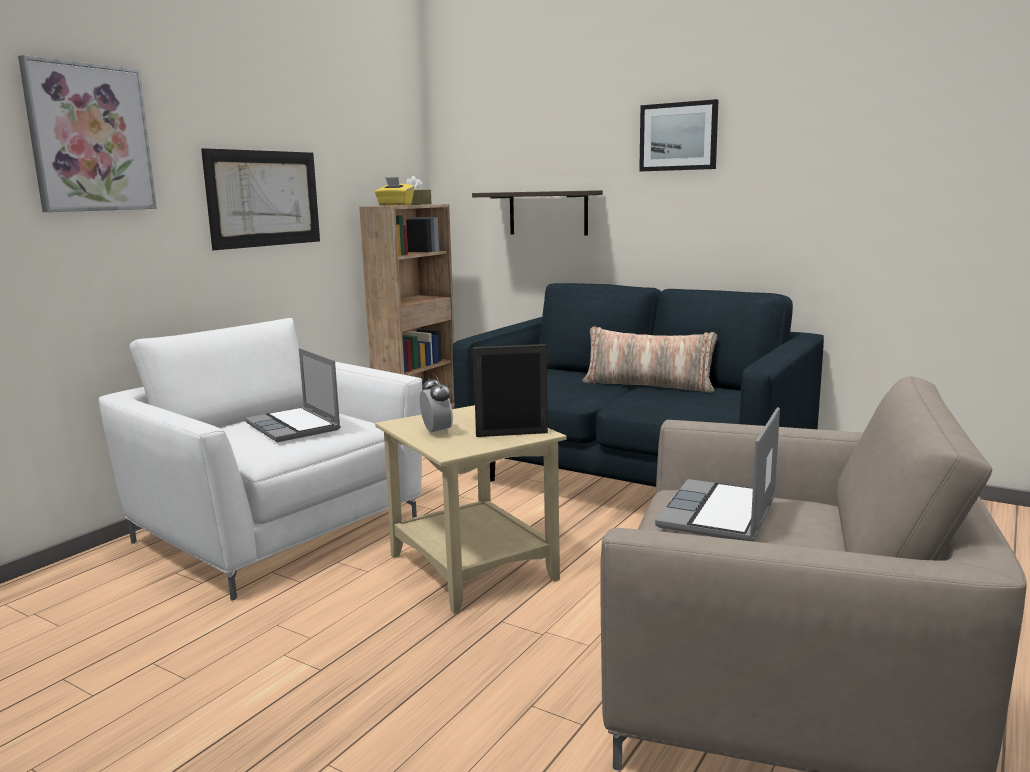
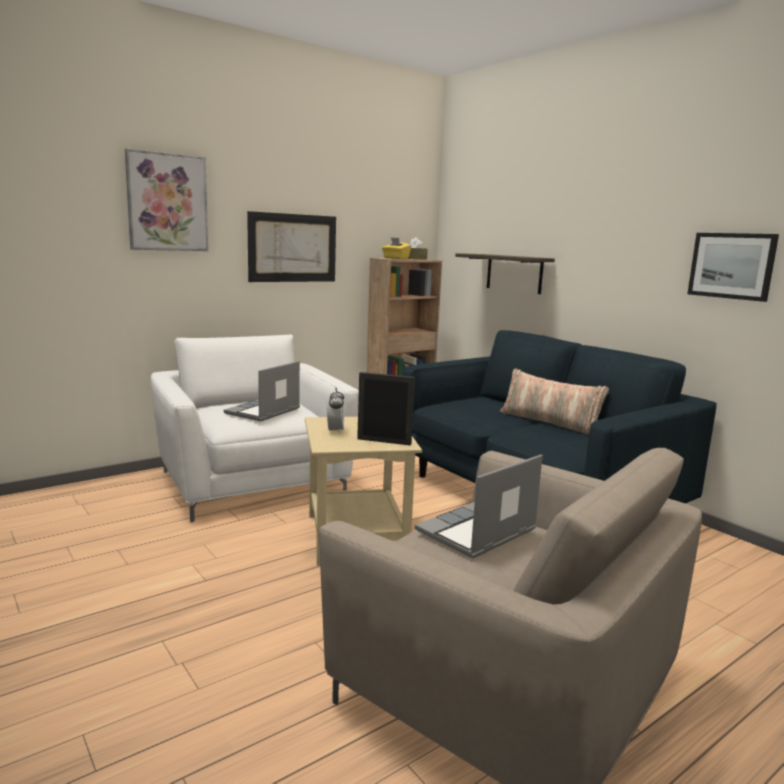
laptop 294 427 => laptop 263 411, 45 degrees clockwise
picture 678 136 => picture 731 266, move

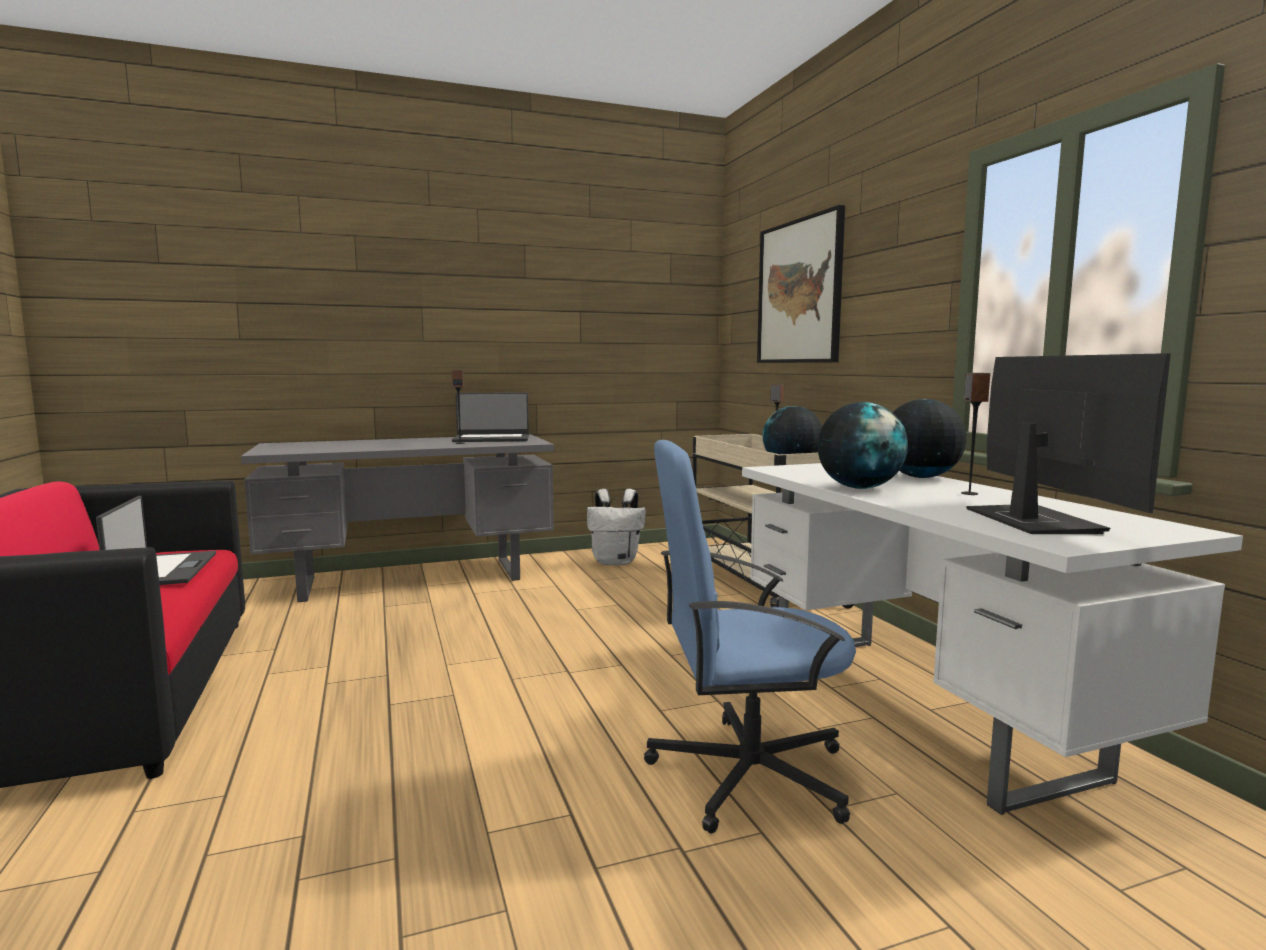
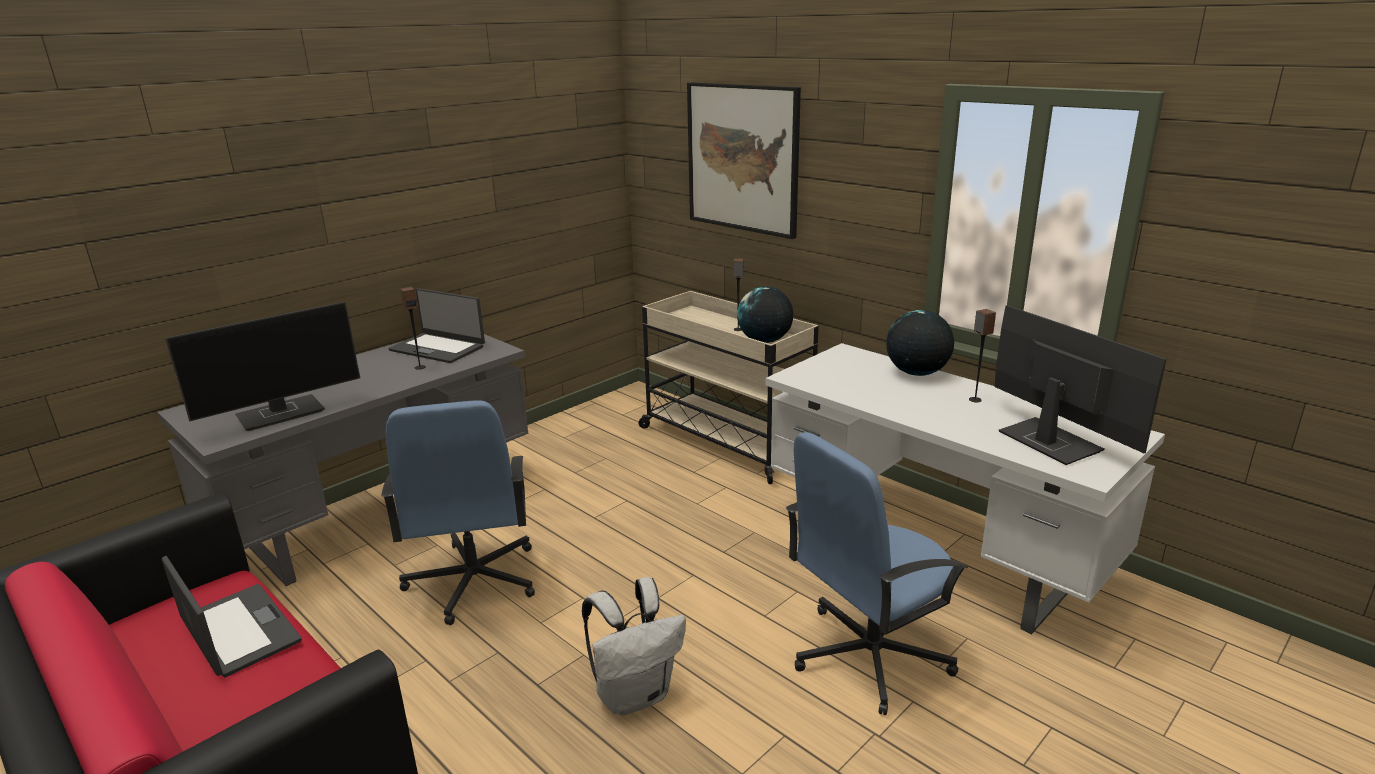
nothing => monitor 282 413
nothing => blue office chair 473 581
laptop 491 439 => laptop 438 348, 60 degrees clockwise
white backpack 616 562 => white backpack 635 694, move
globe 859 488 => nothing

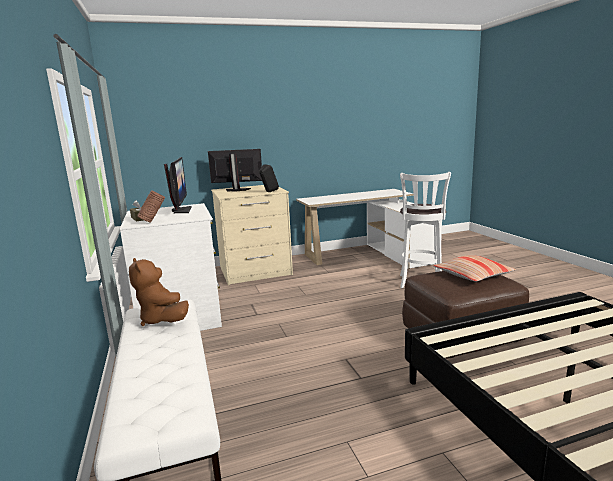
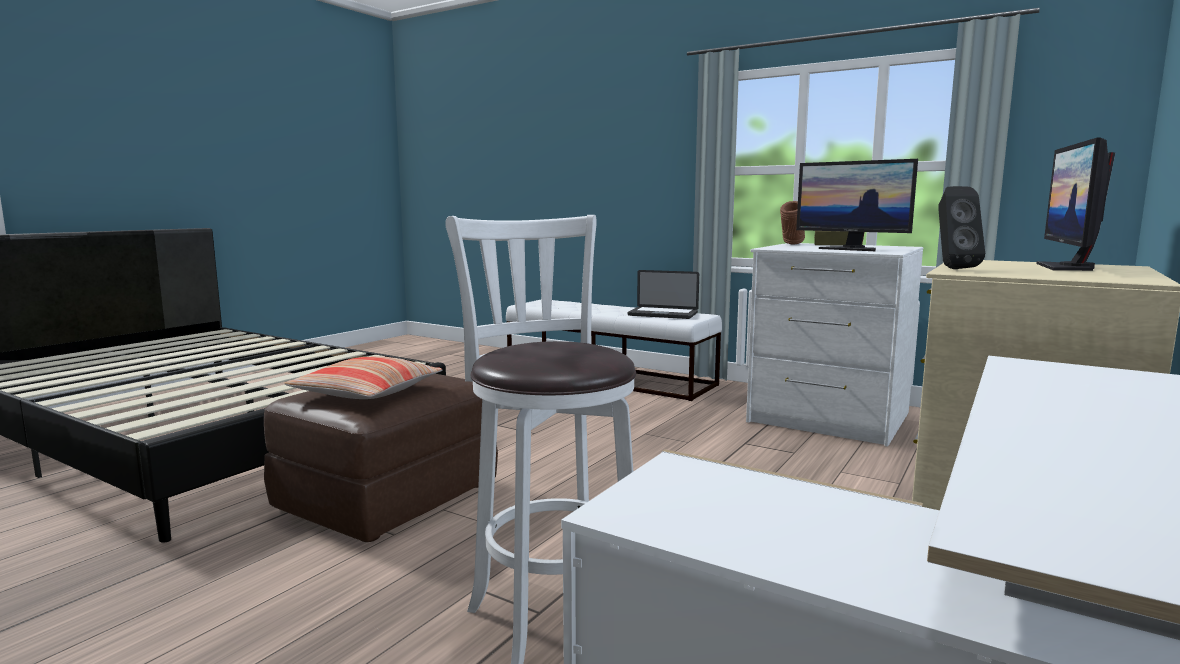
brown plush toy 162 319 => laptop 663 314
monitor 237 190 => monitor 1067 267, 150 degrees clockwise

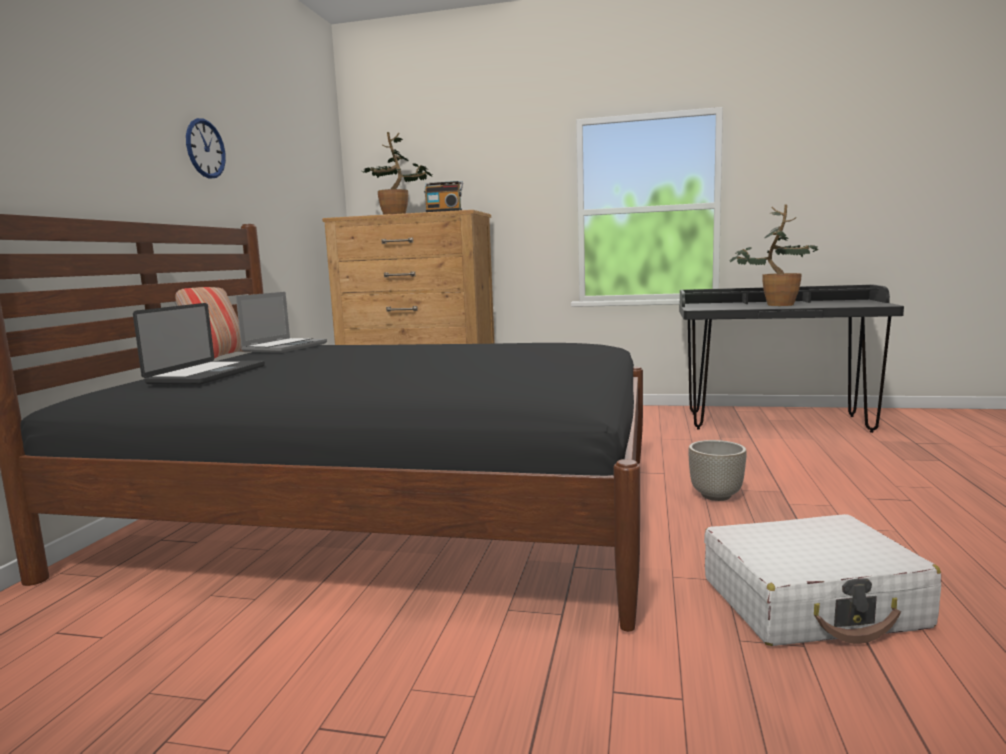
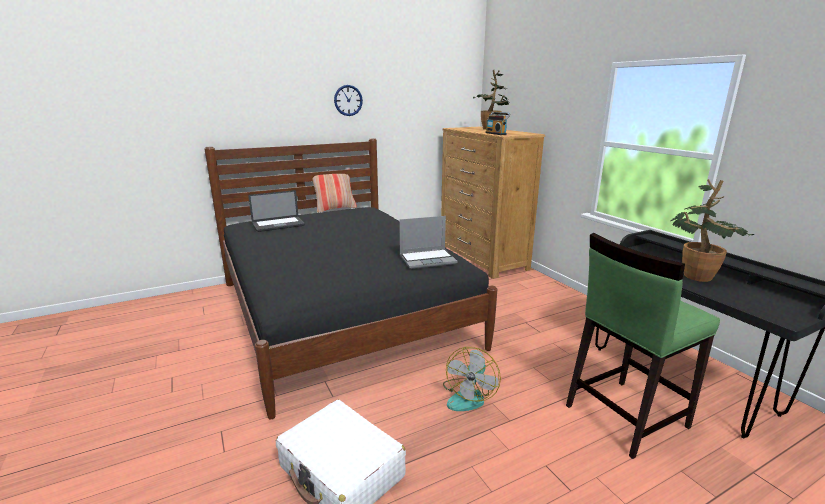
laptop 285 347 => laptop 428 259, move
grey planter 716 496 => fan 469 396
nothing => green stool 624 416

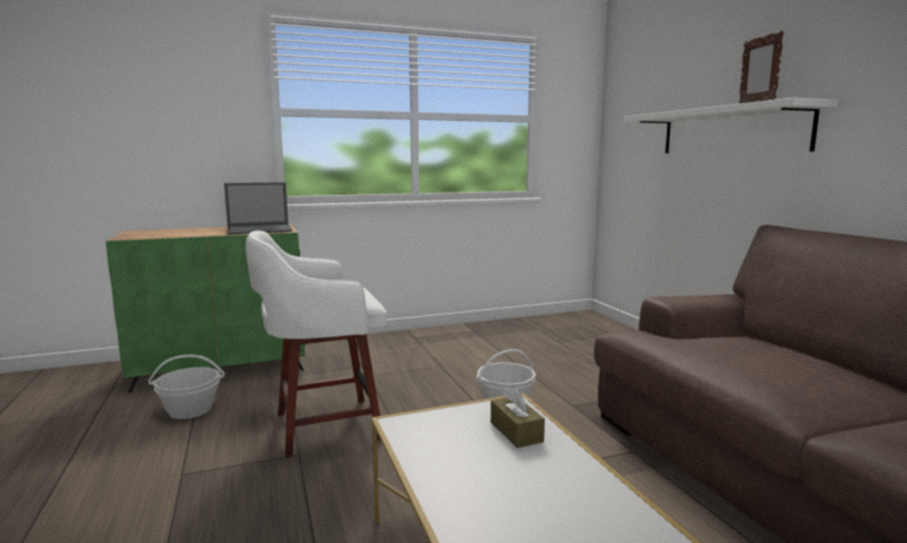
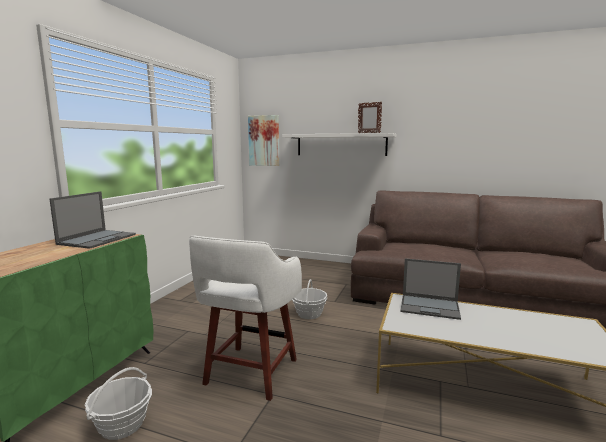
nothing => picture 264 140
brown tissue box 516 432 => laptop 430 307

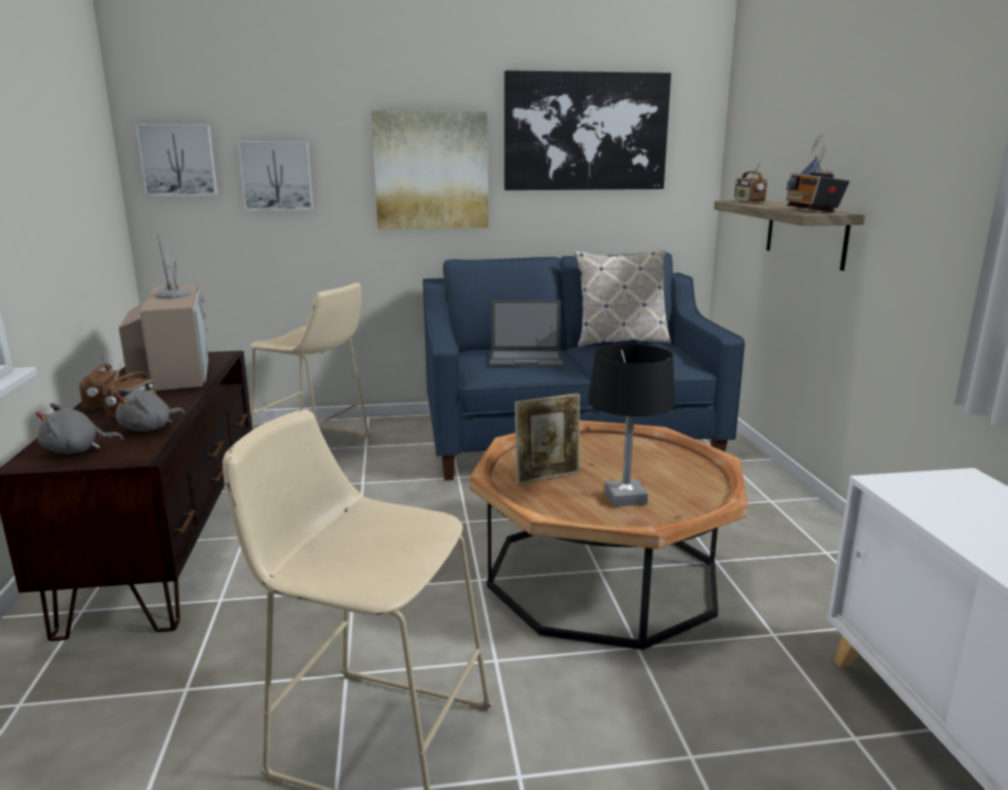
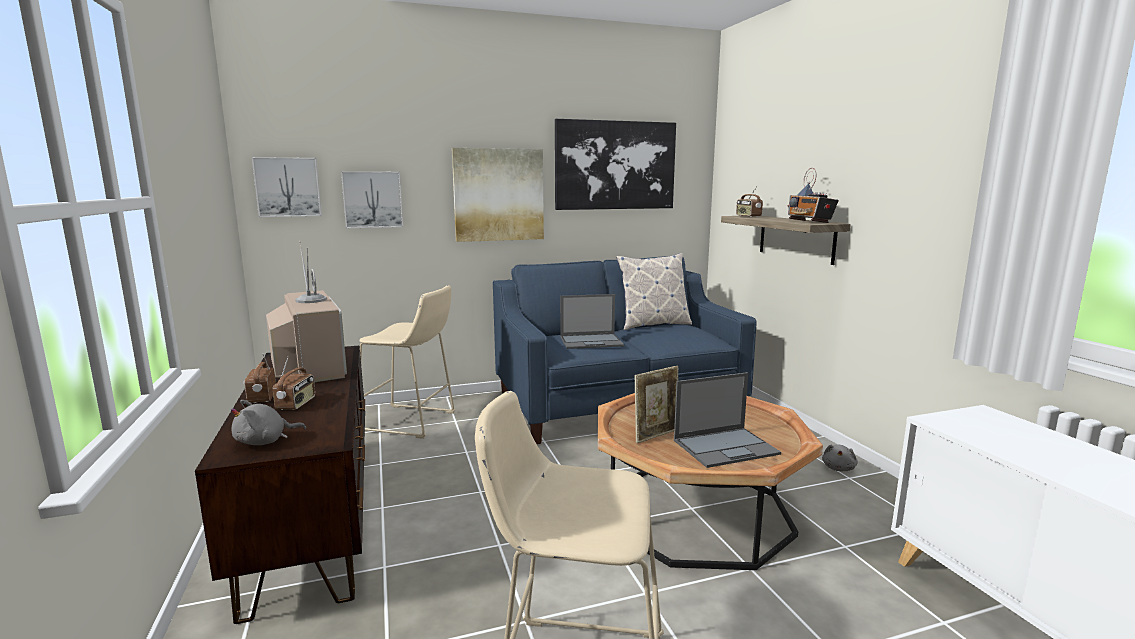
black table lamp 625 498 => laptop 726 447
grey plush toy 149 428 => grey plush toy 838 468, move

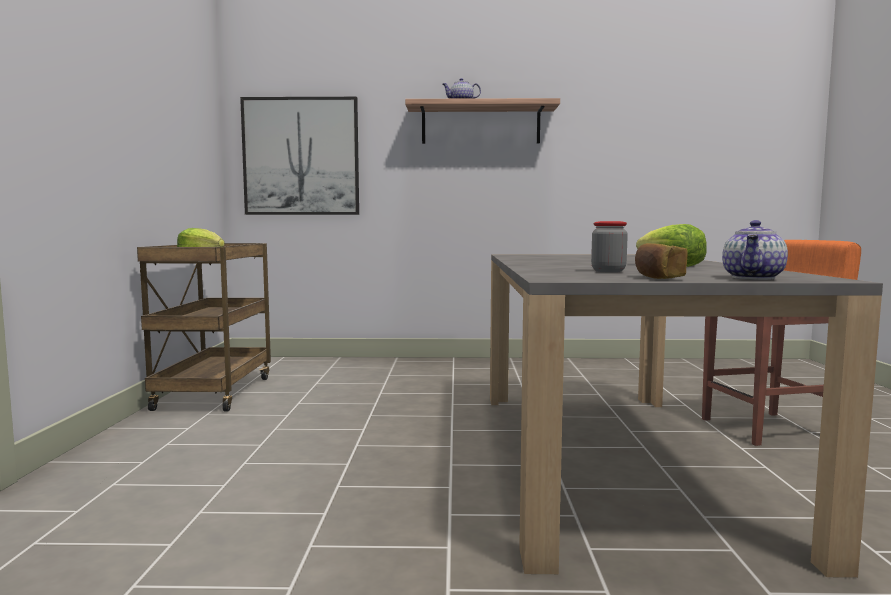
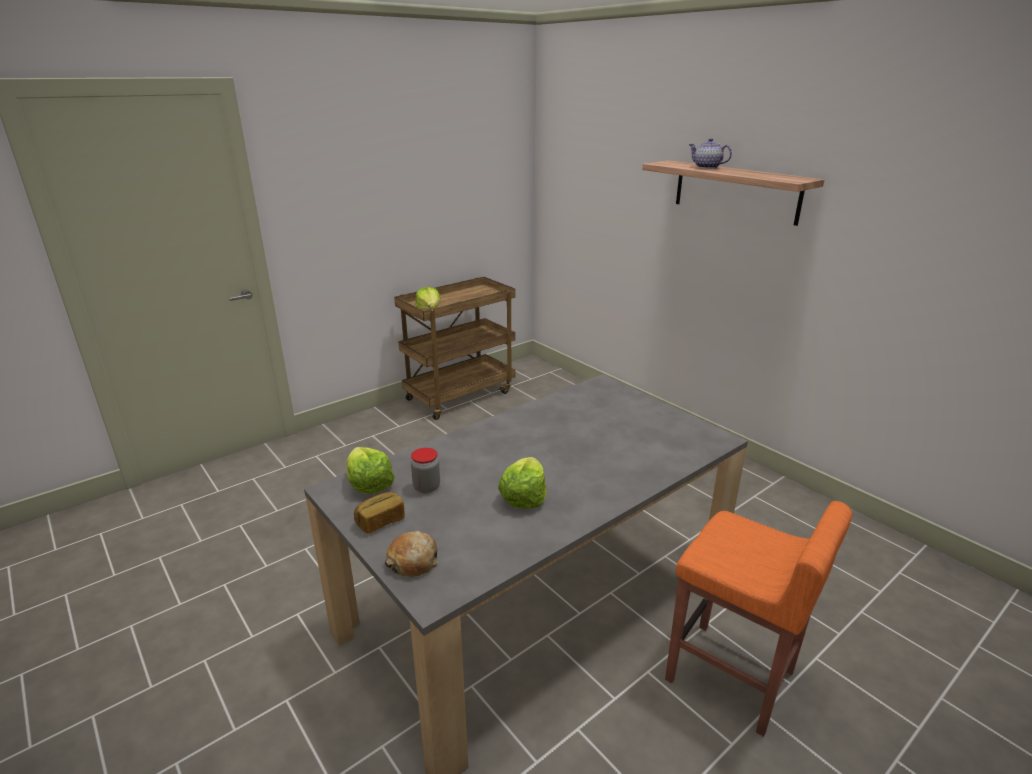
nothing => lettuce 369 484
teapot 754 278 => bread 413 561
picture 301 157 => nothing

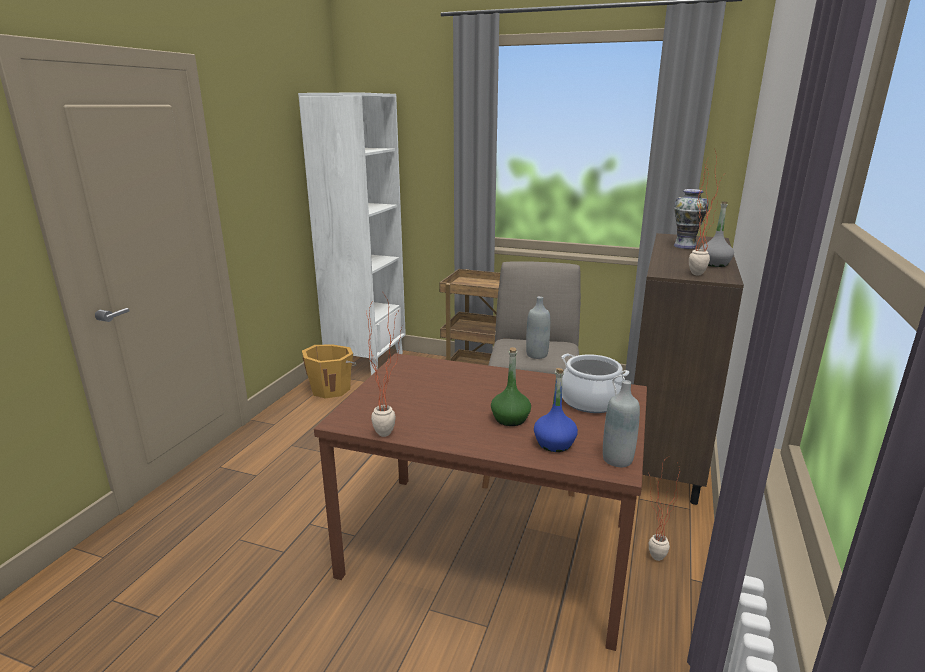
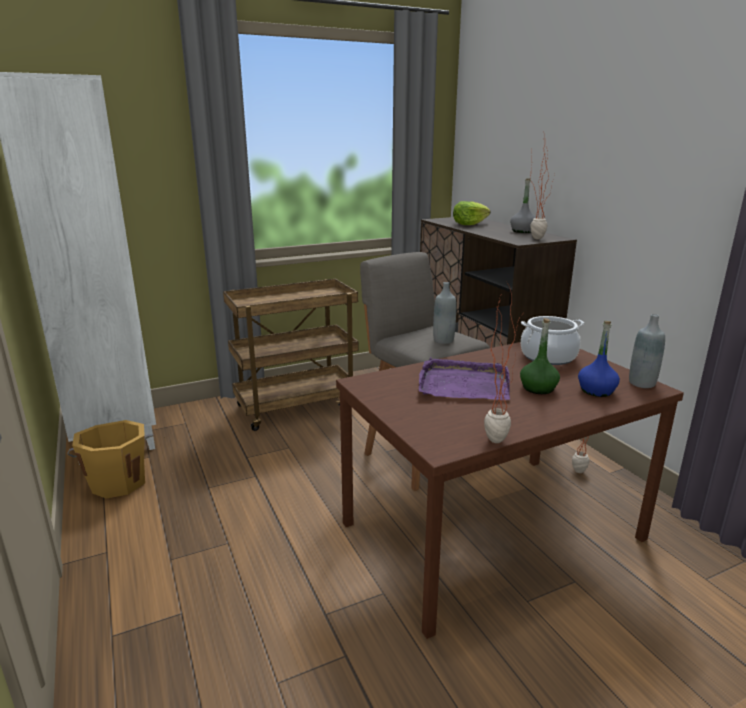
nothing => purple tray 463 384
vase 685 246 => lettuce 469 224

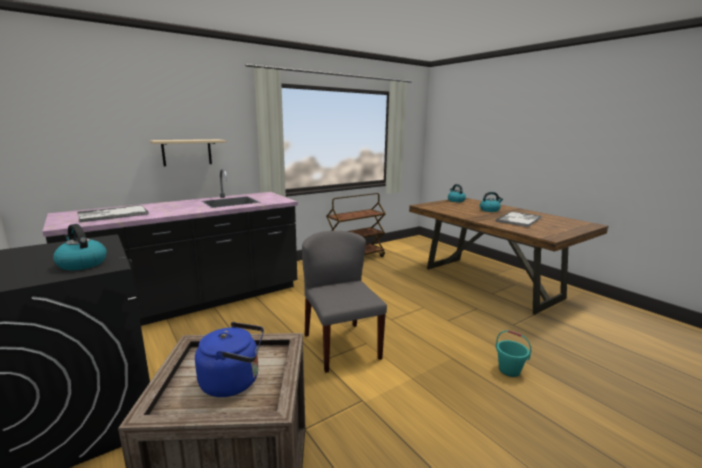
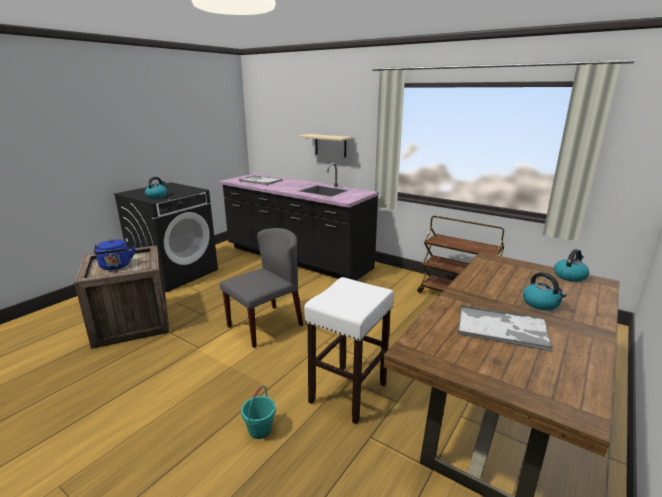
nothing => white stool 348 392

